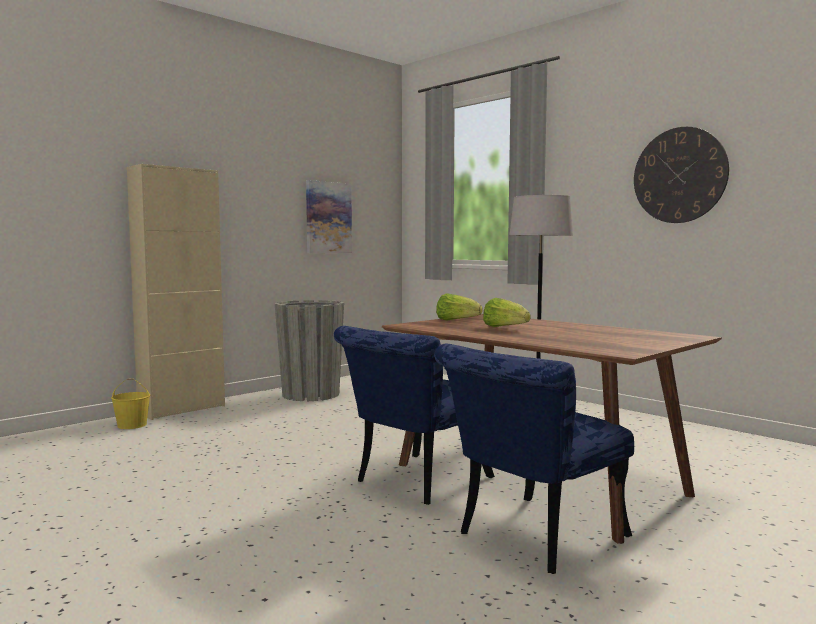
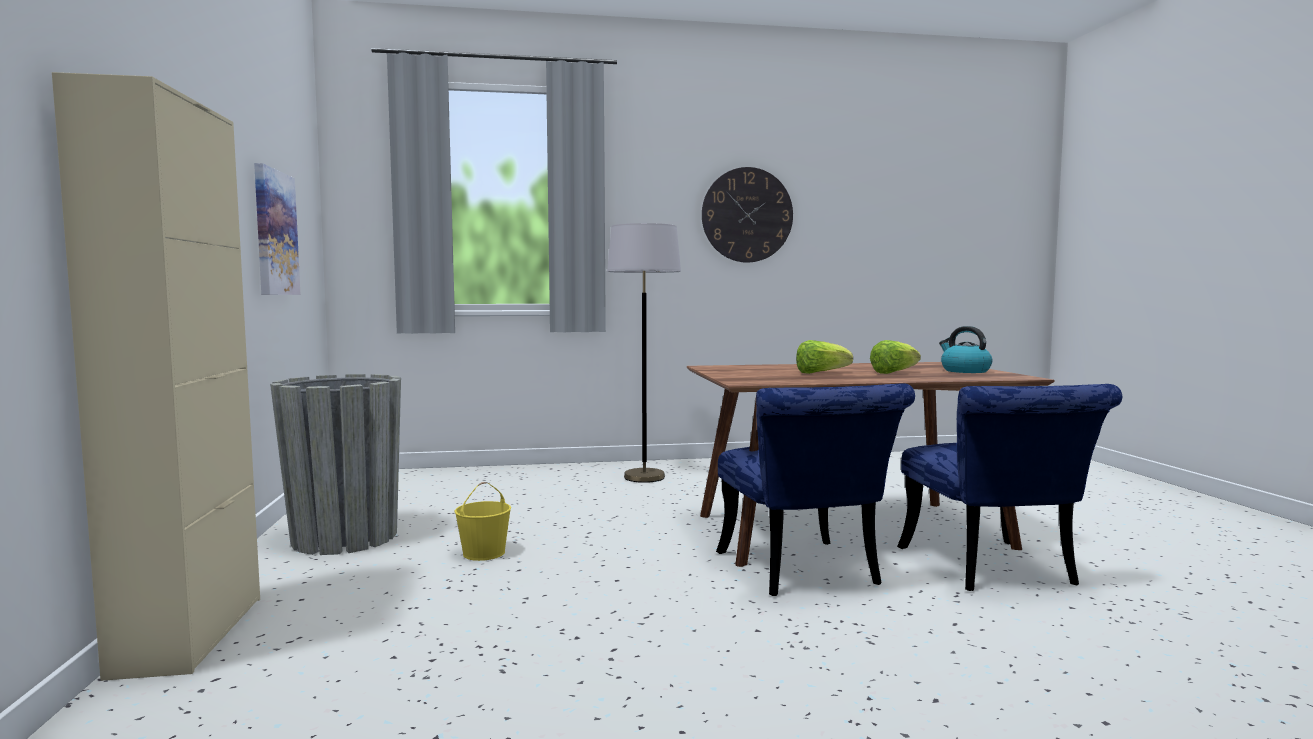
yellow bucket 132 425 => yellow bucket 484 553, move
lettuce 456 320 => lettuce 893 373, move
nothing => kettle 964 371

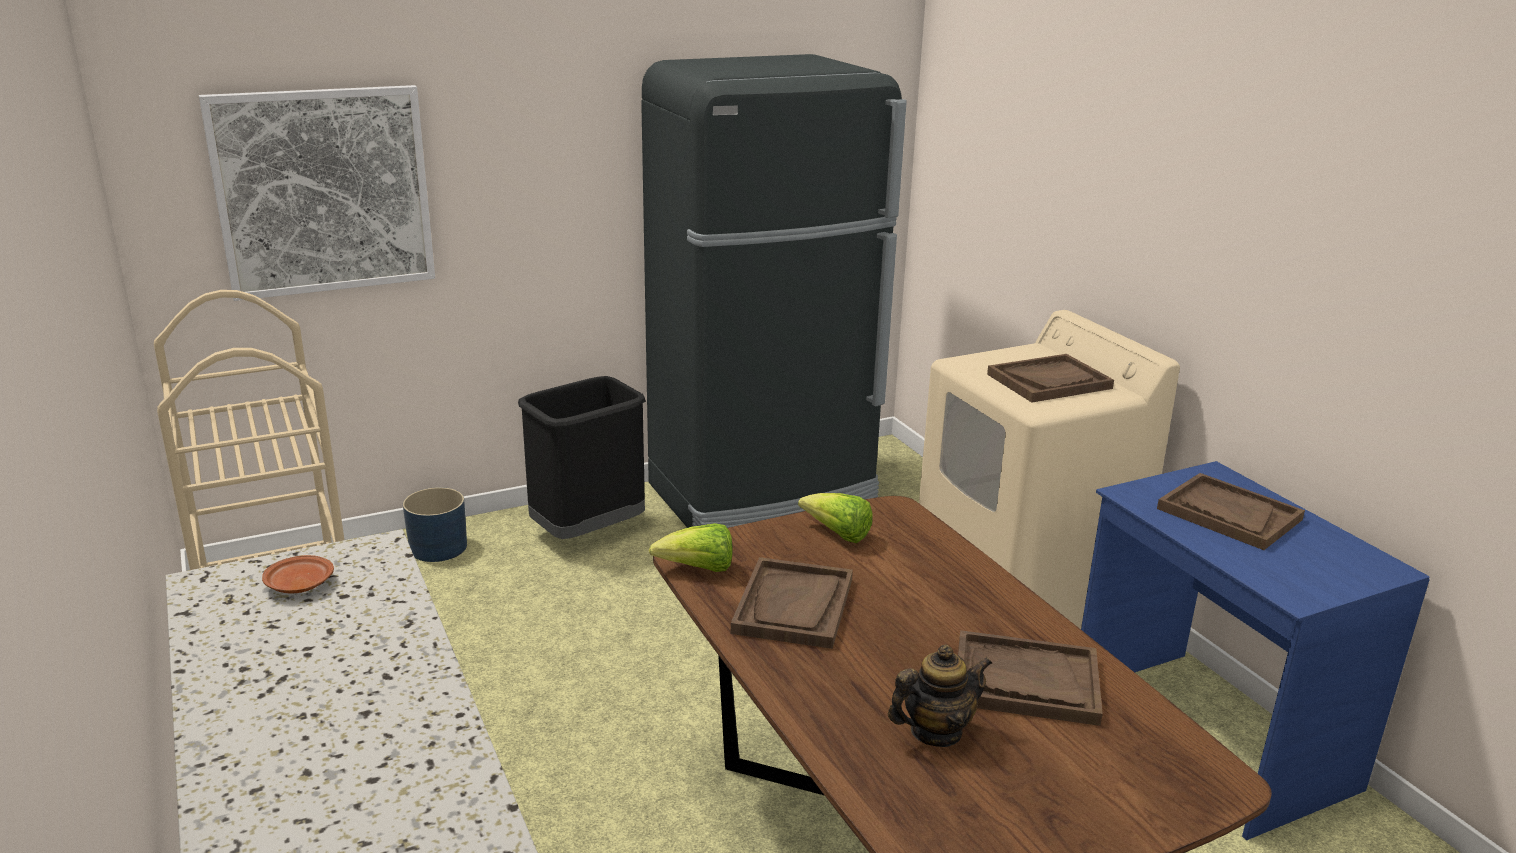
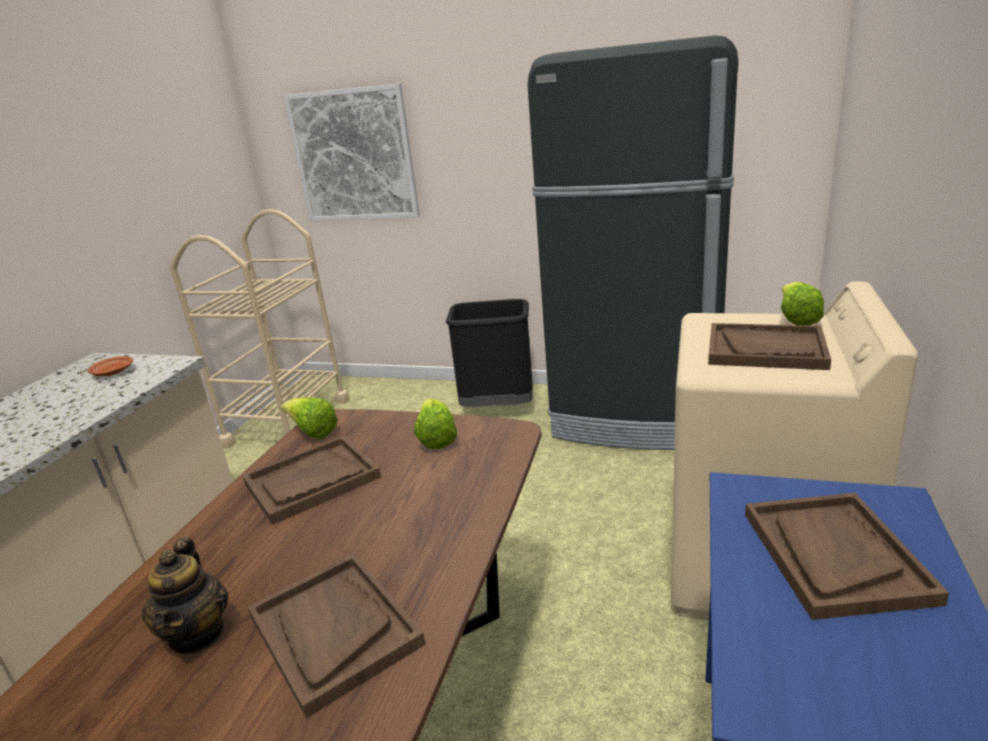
teapot 935 732 => teapot 198 633, 60 degrees clockwise
nothing => lettuce 796 319
blue planter 438 547 => nothing

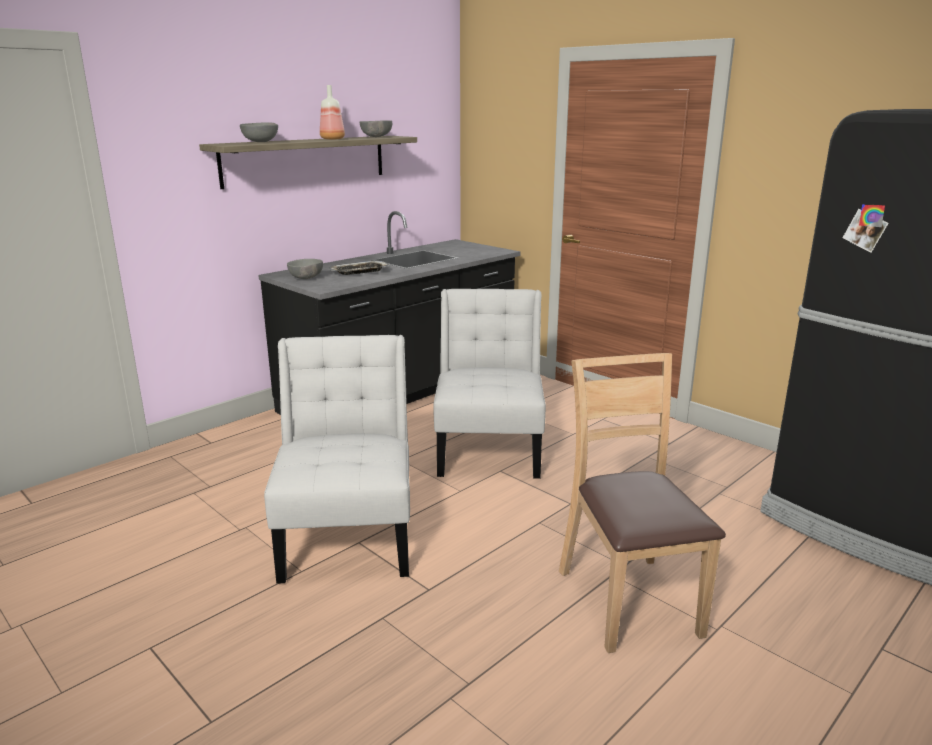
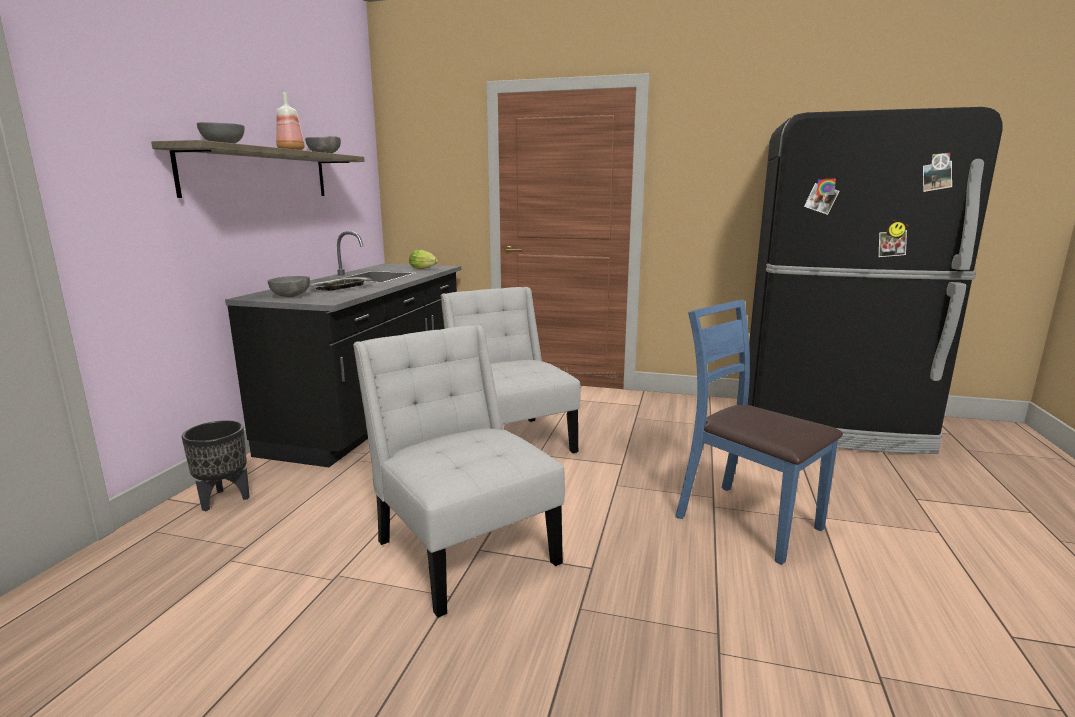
nothing => black planter 224 499
nothing => lettuce 424 269
brown chair 628 600 => blue chair 747 521

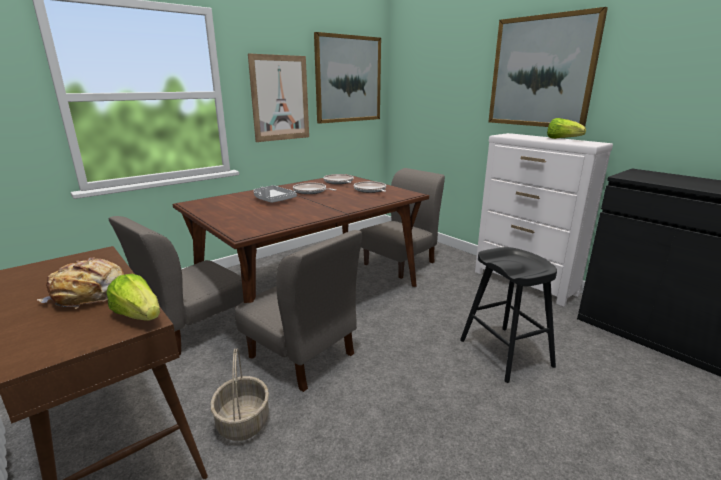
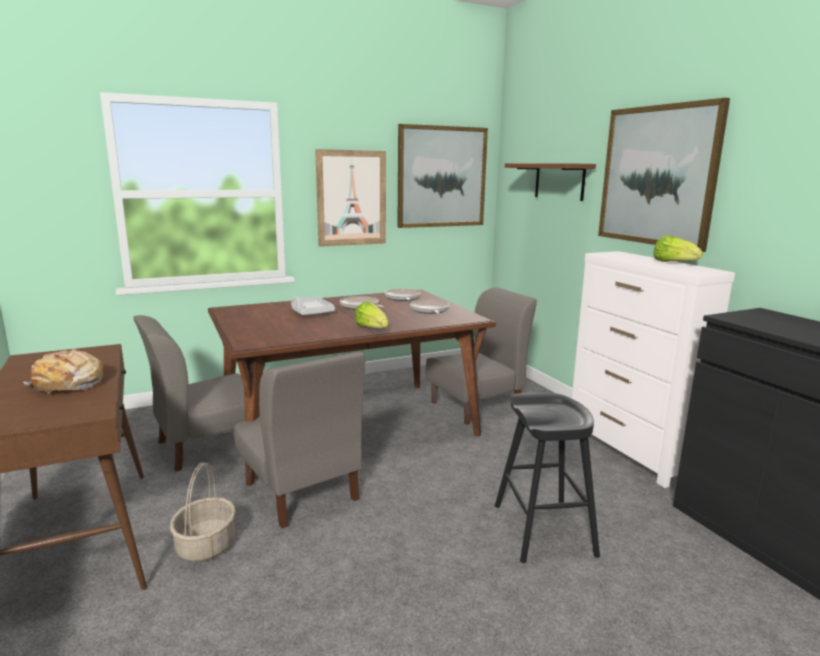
lettuce 139 315 => lettuce 372 328, move
nothing => brown shelf 559 181

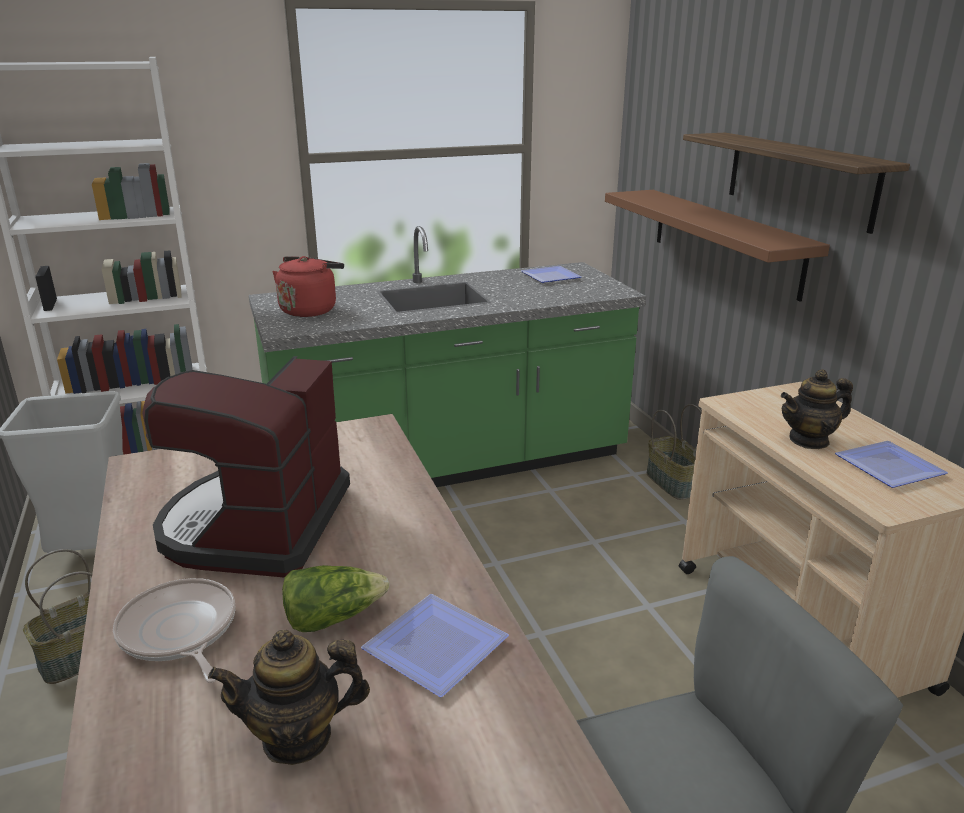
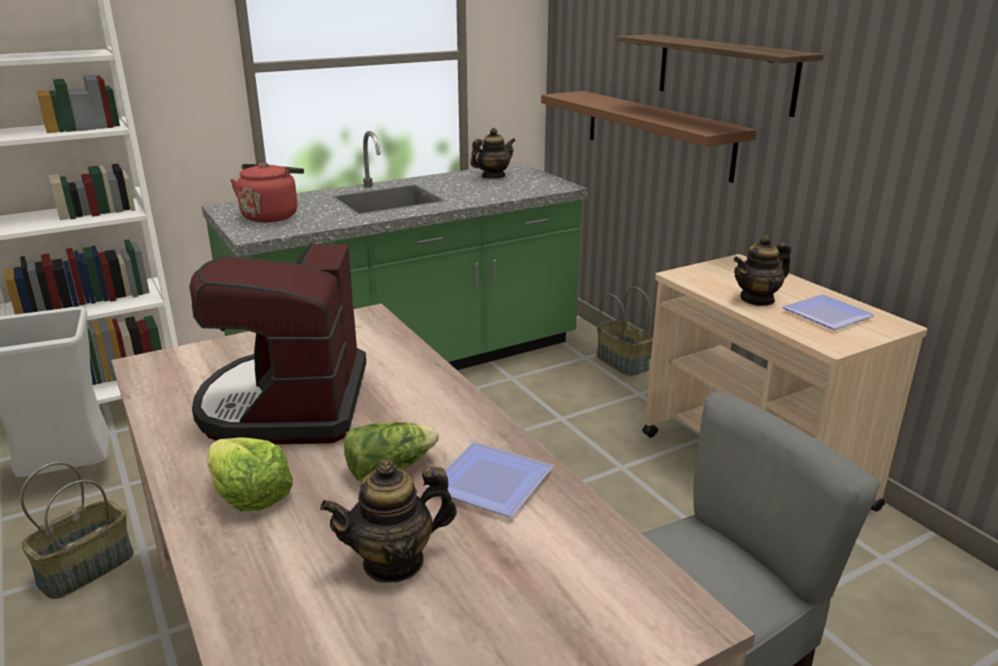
frying pan 179 632 => lettuce 249 496
plate 548 277 => teapot 493 176

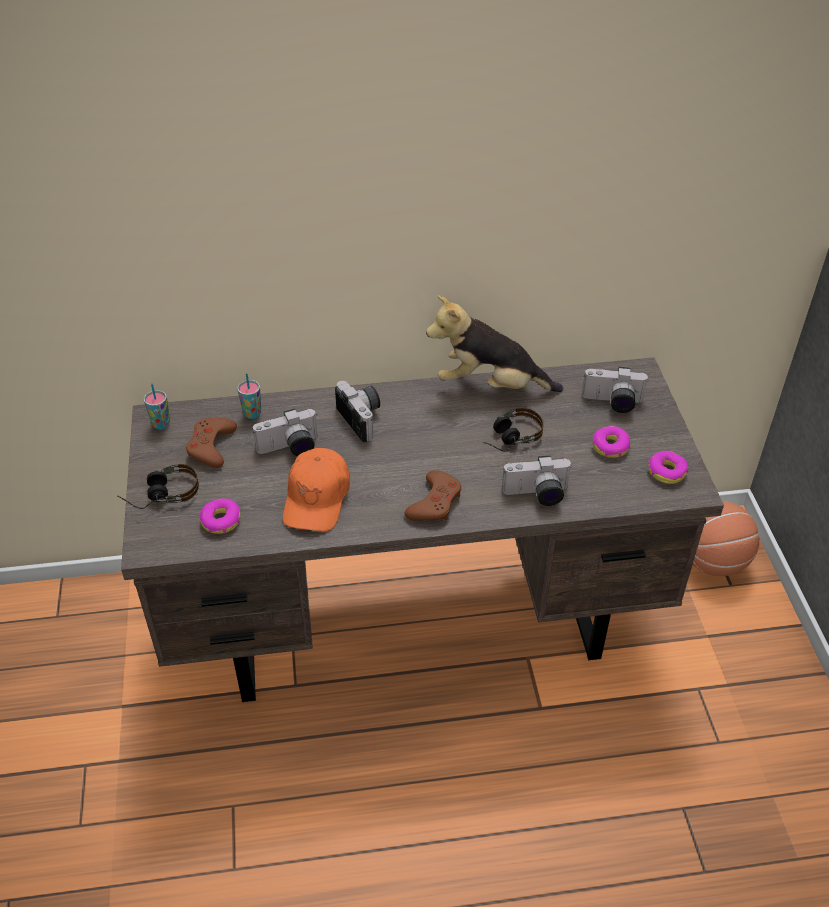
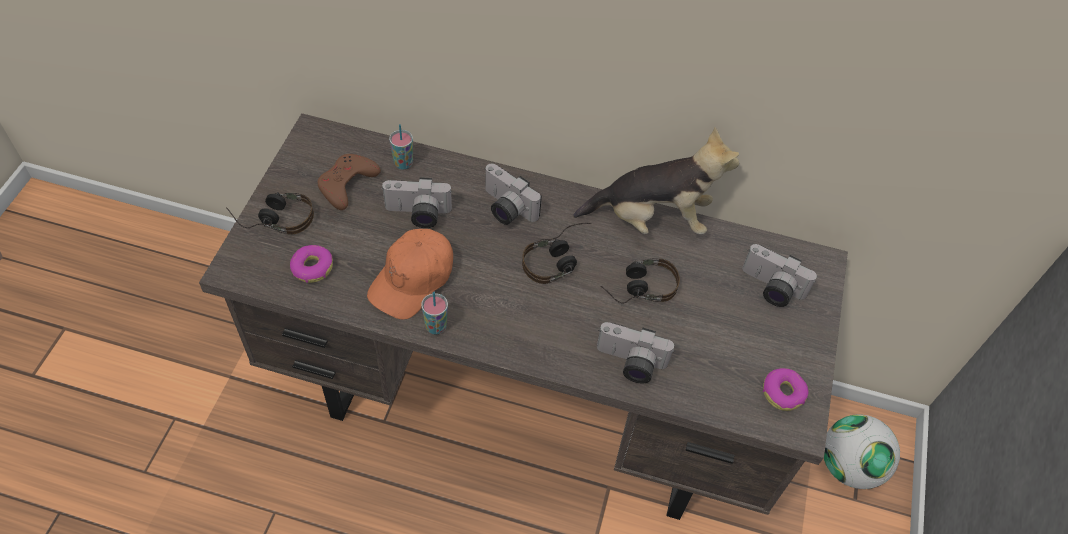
cup 161 424 => cup 436 327, move
photo camera 363 418 => photo camera 505 209, 135 degrees clockwise
nothing => headphones 559 259
plush toy 490 385 => plush toy 652 219, 150 degrees clockwise
basketball 712 561 => football 849 466
brown game controller 435 502 => nothing
donut 610 447 => nothing

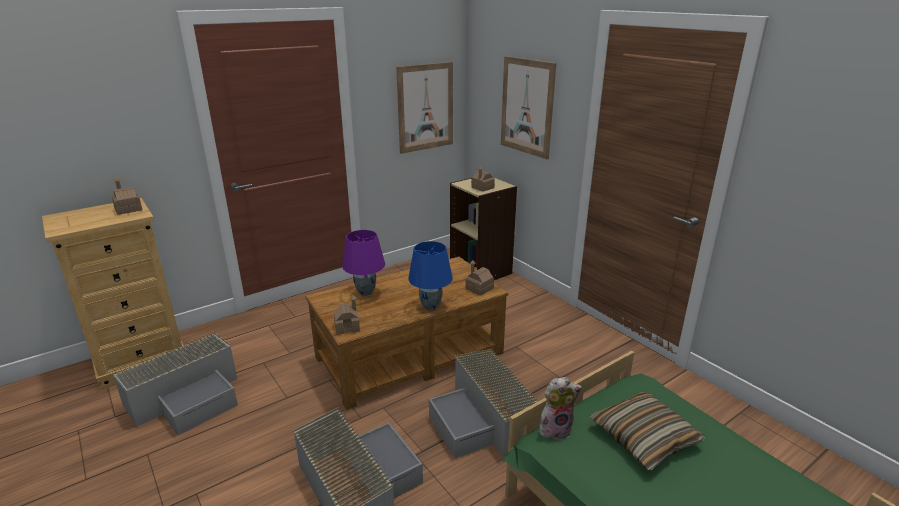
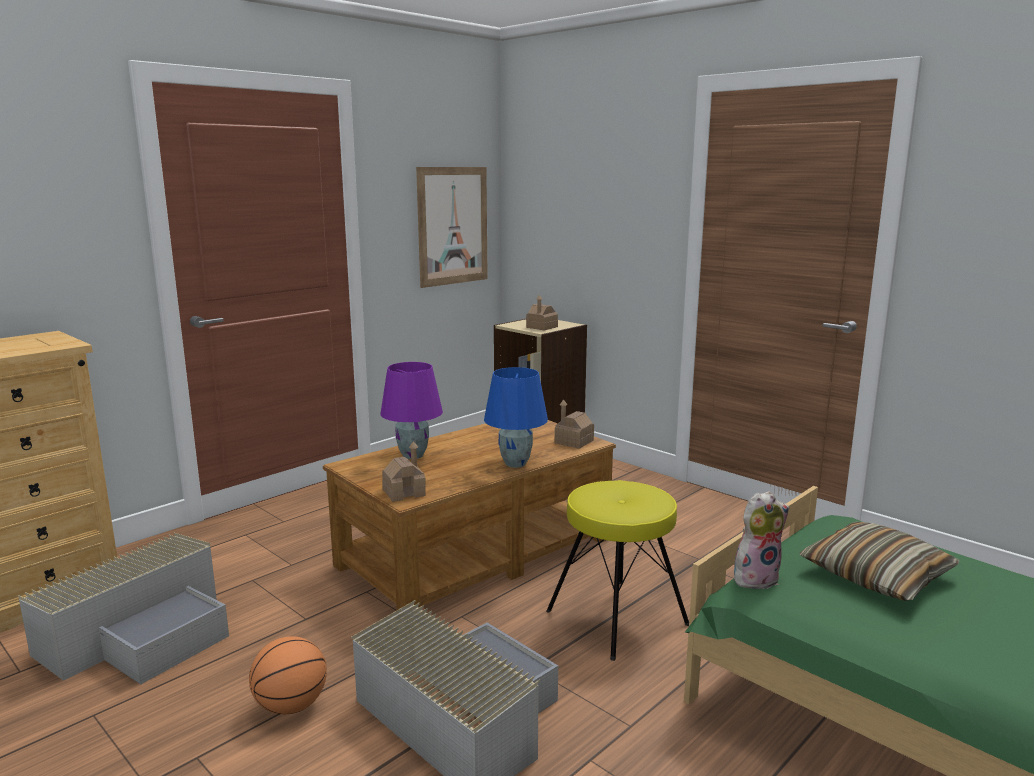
nothing => basketball 291 706
grey storage box 485 421 => yellow stool 618 618
toy house 128 209 => nothing
picture 527 107 => nothing

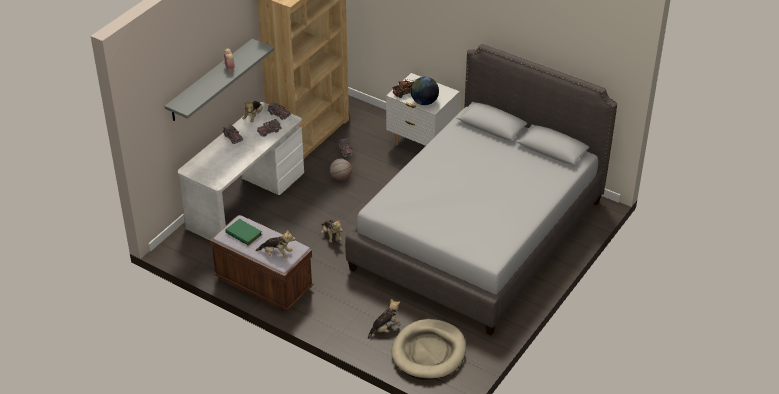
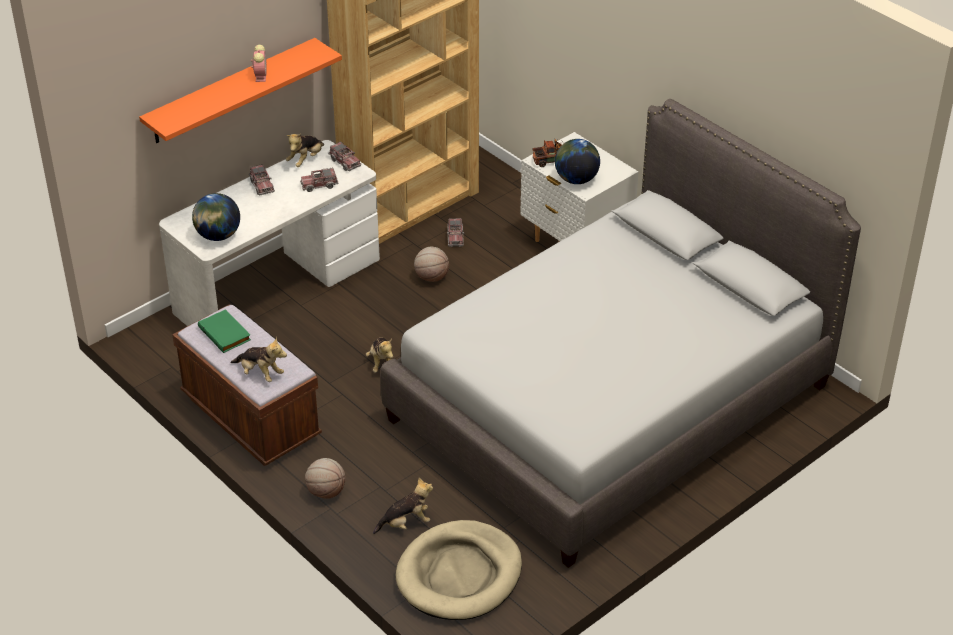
grey shelf 210 80 => orange shelf 231 91
nothing => globe 218 235
nothing => basketball 326 492

